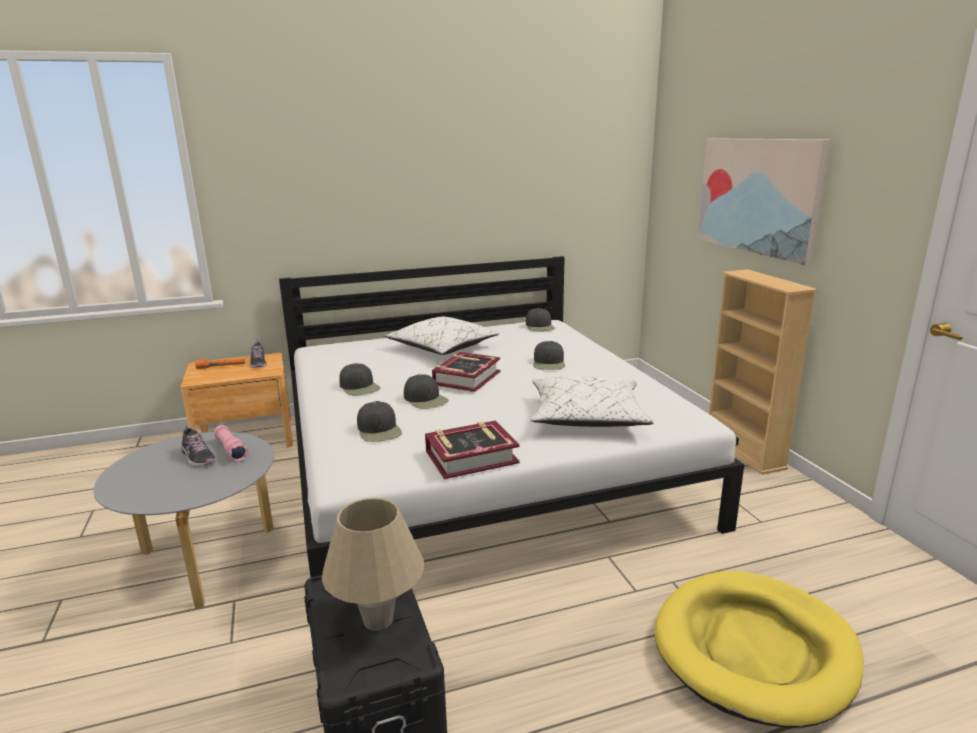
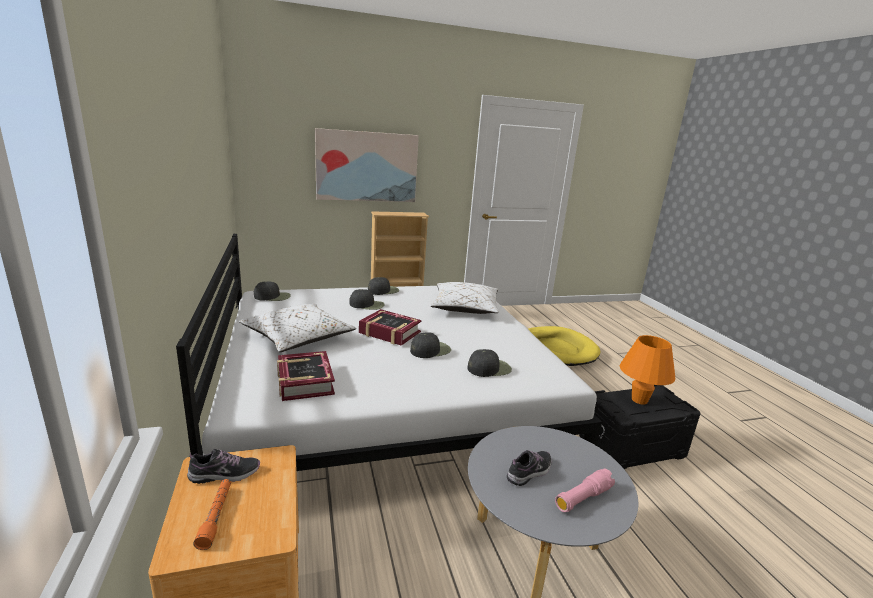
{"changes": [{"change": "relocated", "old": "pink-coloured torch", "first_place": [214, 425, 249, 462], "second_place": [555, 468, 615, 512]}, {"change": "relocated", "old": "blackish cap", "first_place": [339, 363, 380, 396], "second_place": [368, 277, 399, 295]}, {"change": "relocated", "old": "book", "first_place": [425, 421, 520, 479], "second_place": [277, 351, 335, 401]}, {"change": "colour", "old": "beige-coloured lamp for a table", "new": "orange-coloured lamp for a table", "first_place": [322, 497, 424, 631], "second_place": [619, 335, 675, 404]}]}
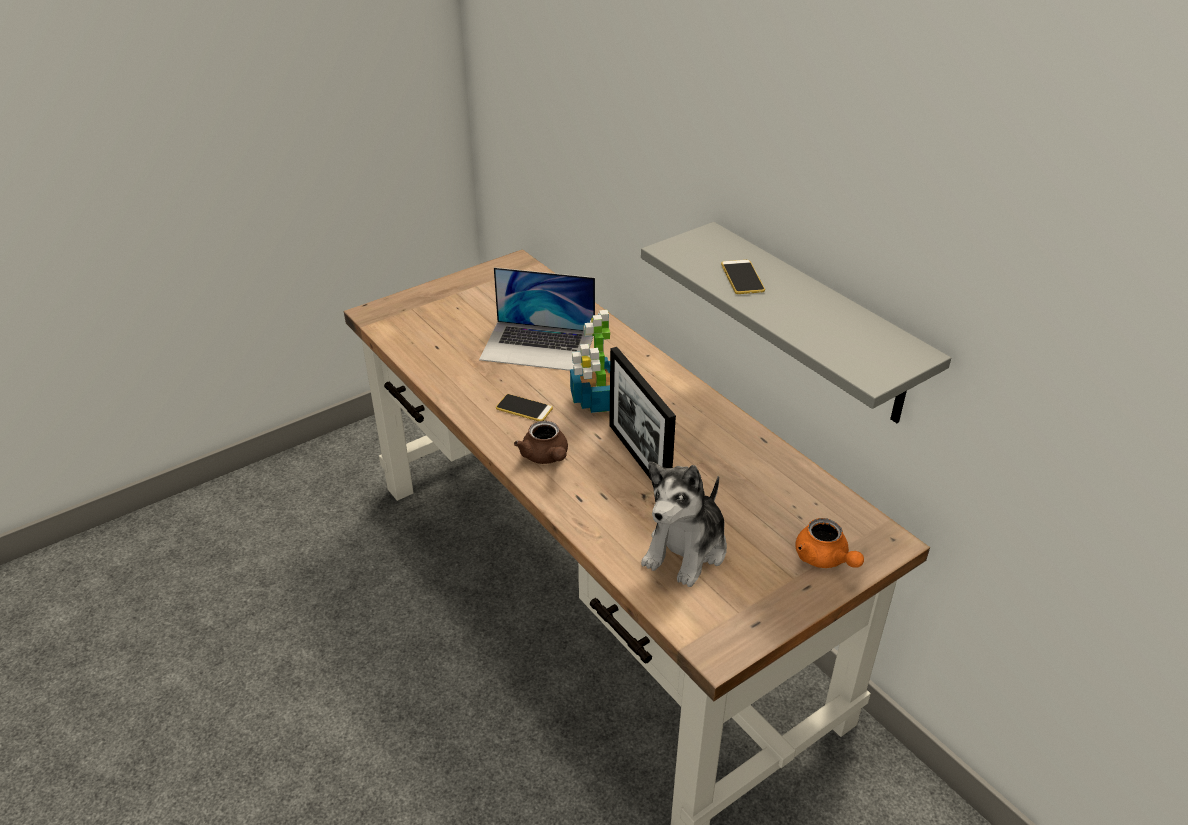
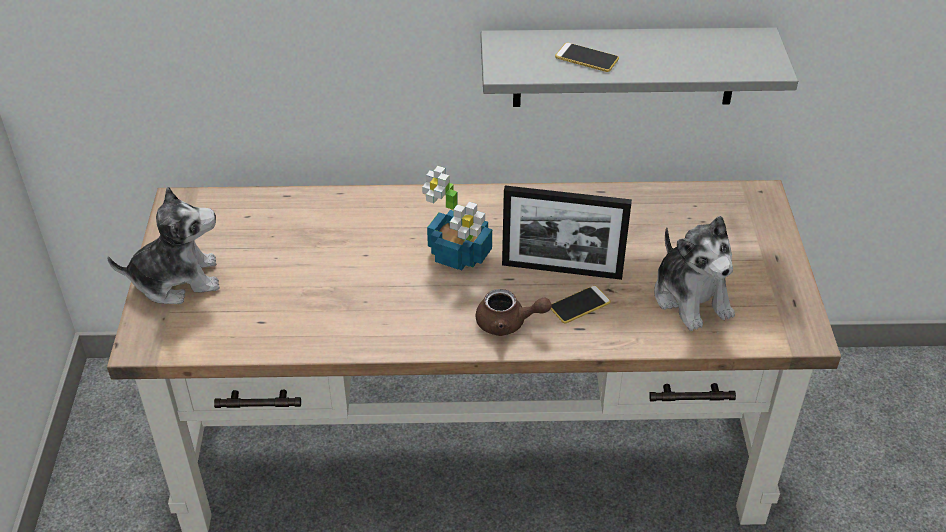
{"changes": [{"change": "missing", "old": "portable computer", "first_place": [479, 267, 595, 371]}, {"change": "missing", "old": "orange-coloured teapot", "first_place": [795, 518, 864, 568]}, {"change": "appeared", "new": "plush toy", "second_place": [107, 187, 220, 304]}, {"change": "relocated", "old": "handset", "first_place": [496, 394, 553, 421], "second_place": [551, 285, 611, 323]}]}
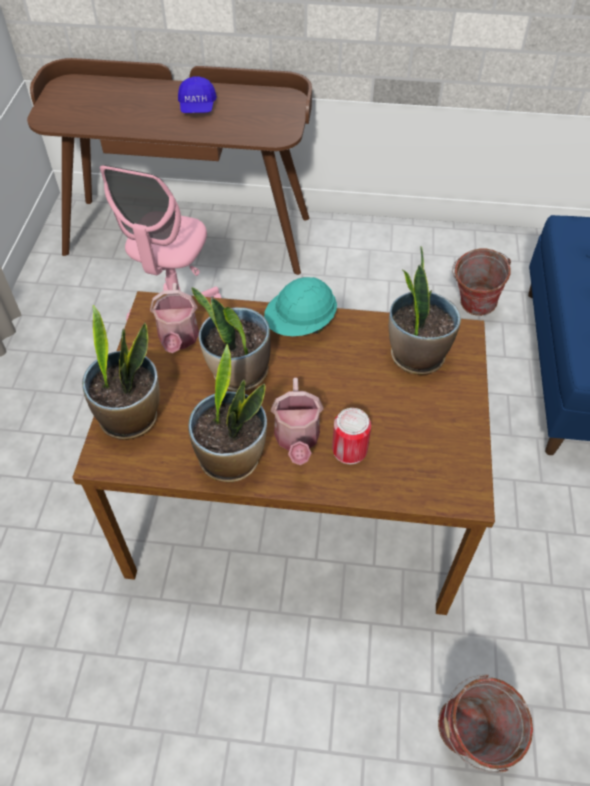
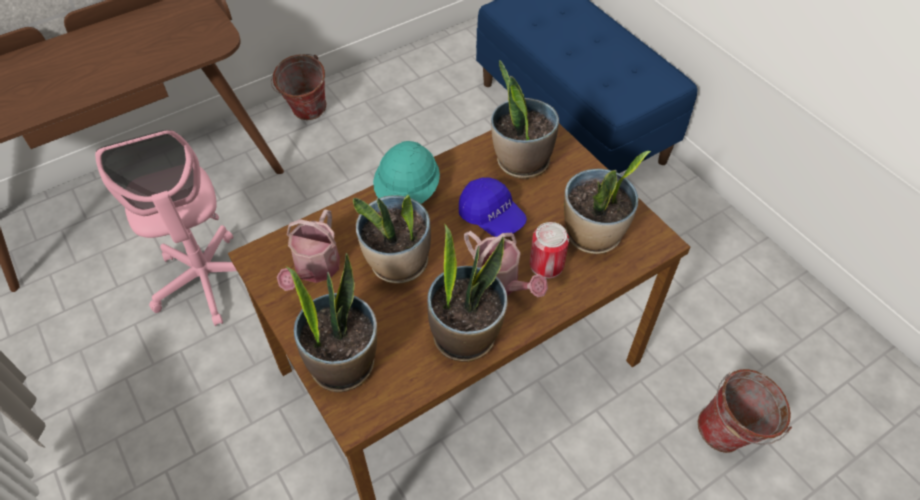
{"changes": [{"change": "appeared", "new": "potted plant", "second_place": [564, 151, 651, 254]}, {"change": "relocated", "old": "blue cap", "first_place": [178, 76, 217, 113], "second_place": [459, 177, 527, 237]}, {"change": "relocated", "old": "pail", "first_place": [452, 249, 511, 316], "second_place": [271, 54, 326, 120]}, {"change": "spun", "old": "watering pot", "first_place": [150, 283, 199, 353], "second_place": [277, 209, 340, 291], "degrees": 60}]}
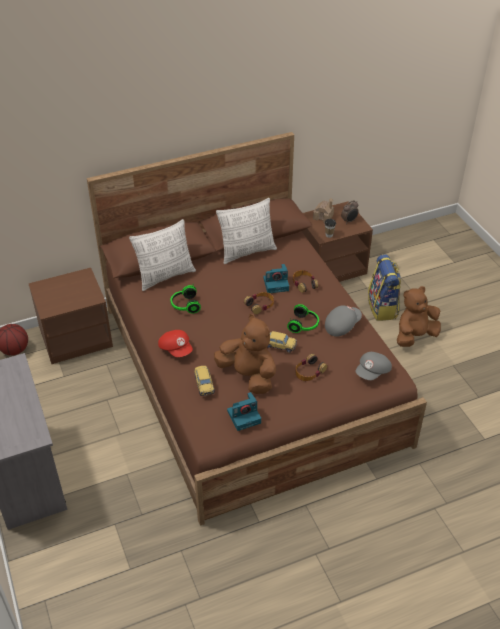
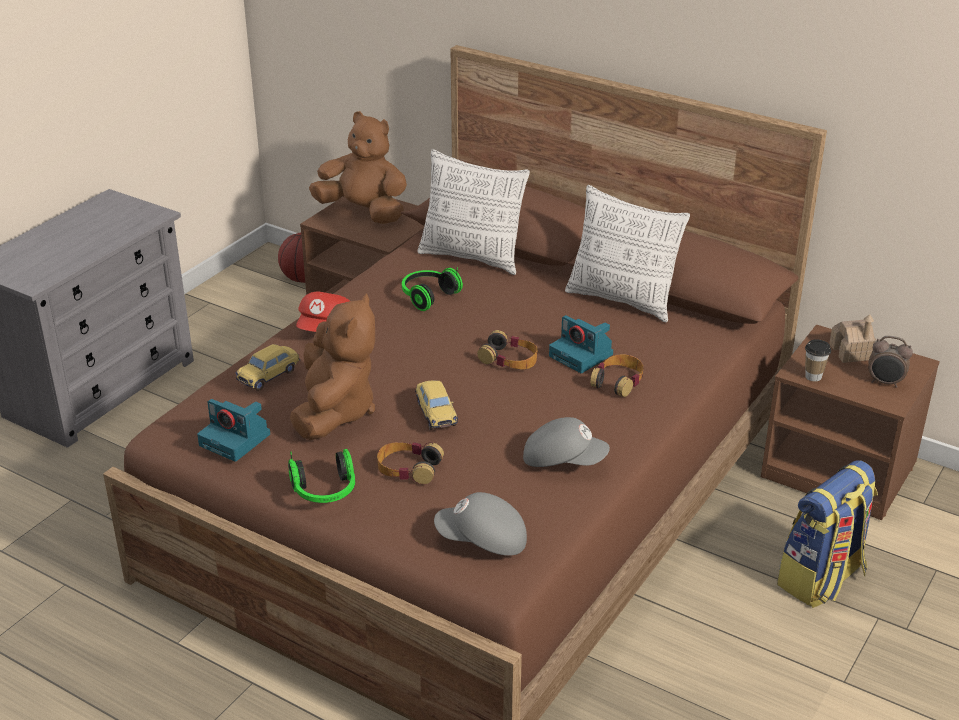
{"changes": [{"change": "relocated", "old": "headset", "first_place": [287, 304, 319, 333], "second_place": [288, 449, 355, 503]}, {"change": "relocated", "old": "brown plush toy", "first_place": [397, 286, 441, 347], "second_place": [309, 111, 407, 224]}]}
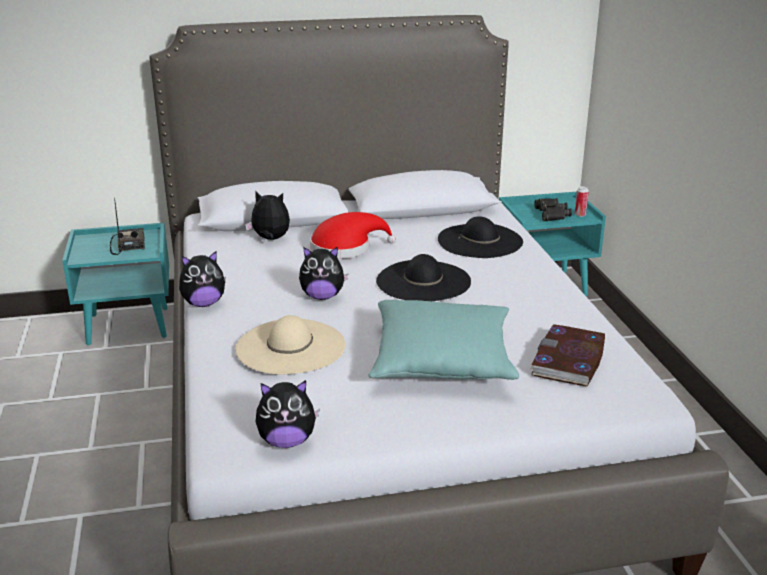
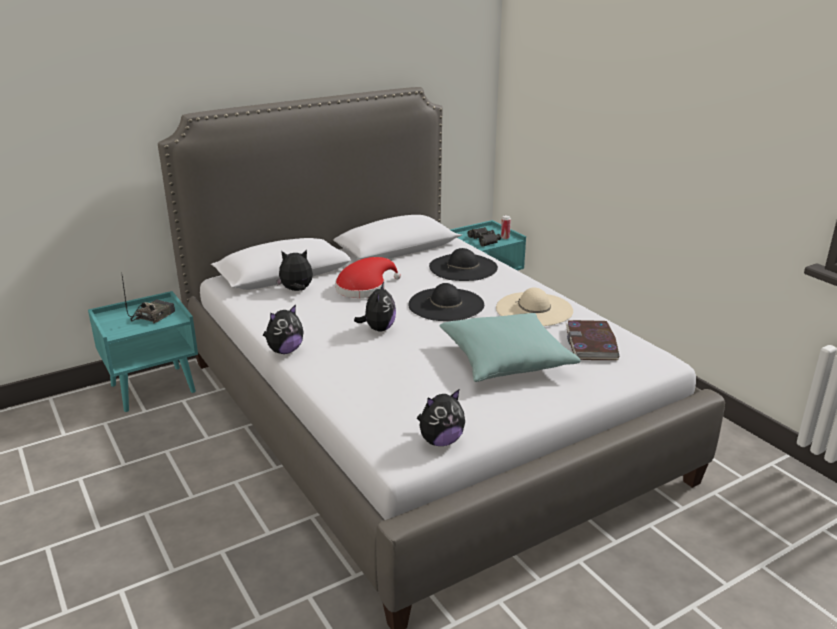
{"changes": [{"change": "relocated", "old": "beige-coloured clothing hat", "first_place": [235, 315, 345, 374], "second_place": [496, 287, 573, 326]}, {"change": "spun", "old": "radio receiver", "first_place": [110, 198, 145, 255], "second_place": [121, 272, 175, 323], "degrees": 60}, {"change": "spun", "old": "plush toy", "first_place": [299, 247, 348, 300], "second_place": [354, 282, 396, 332], "degrees": -60}]}
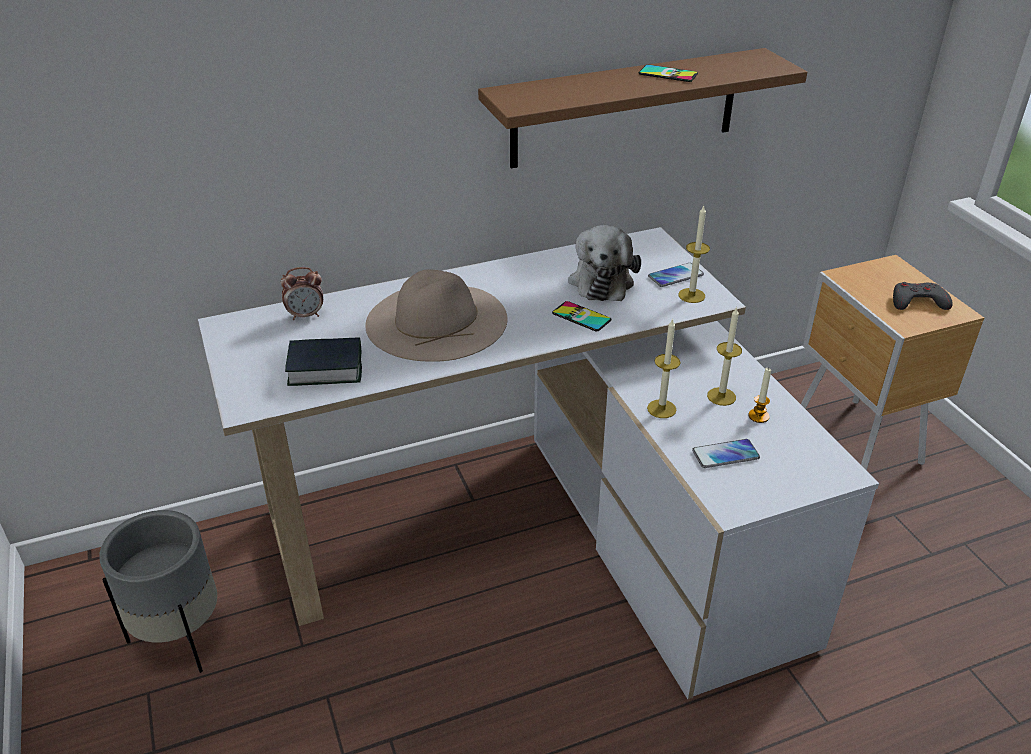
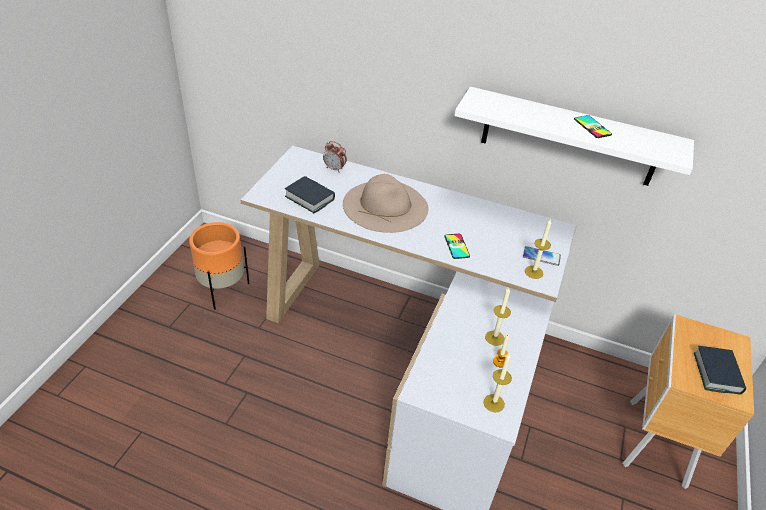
{"changes": [{"change": "missing", "old": "plush toy", "first_place": [568, 225, 641, 301]}, {"change": "missing", "old": "handset", "first_place": [692, 439, 760, 468]}, {"change": "relocated", "old": "wax light", "first_place": [647, 318, 680, 418], "second_place": [483, 353, 512, 412]}, {"change": "exchanged", "old": "gray gamepad", "new": "book", "first_place": [893, 282, 953, 310], "second_place": [694, 346, 746, 395]}, {"change": "colour", "old": "gray planter", "new": "orange-coloured planter", "first_place": [99, 510, 217, 673], "second_place": [189, 222, 250, 310]}, {"change": "colour", "old": "brown wall shelf", "new": "white-coloured wall shelf", "first_place": [478, 48, 807, 168], "second_place": [454, 87, 694, 186]}]}
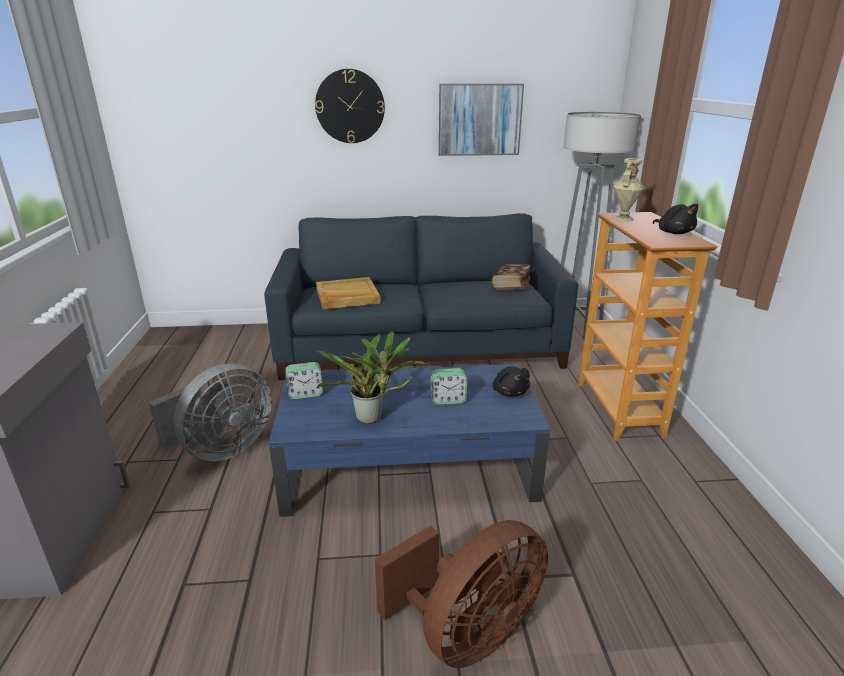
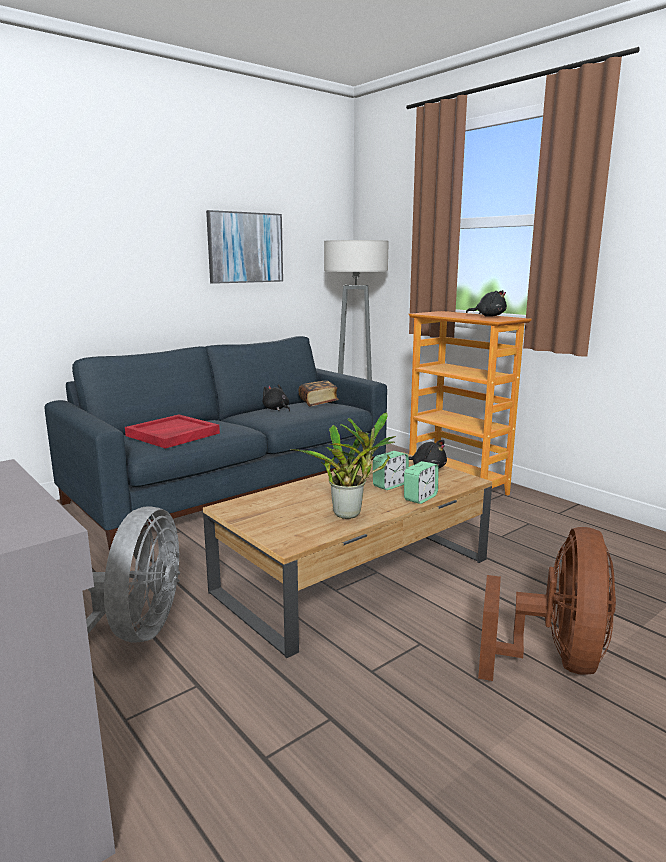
{"changes": [{"change": "missing", "old": "clock on the wall", "first_place": [315, 69, 385, 143]}, {"change": "missing", "old": "beige-coloured decorative vase", "first_place": [613, 158, 645, 222]}, {"change": "appeared", "new": "blackish plush toy", "second_place": [262, 384, 290, 411]}, {"change": "relocated", "old": "alarm clock", "first_place": [285, 362, 323, 399], "second_place": [404, 461, 439, 504]}, {"change": "colour", "old": "blue coffee table", "new": "brown coffee table", "first_place": [269, 364, 550, 517], "second_place": [203, 452, 492, 659]}, {"change": "colour", "old": "beige-coloured carrying tray", "new": "red carrying tray", "first_place": [316, 277, 381, 309], "second_place": [125, 415, 220, 449]}]}
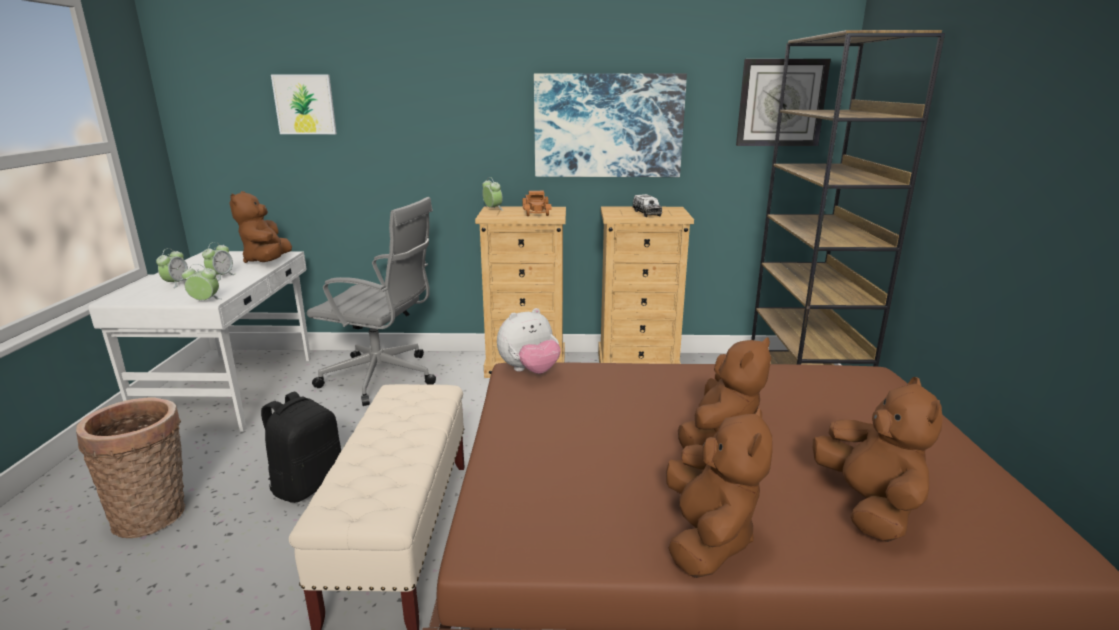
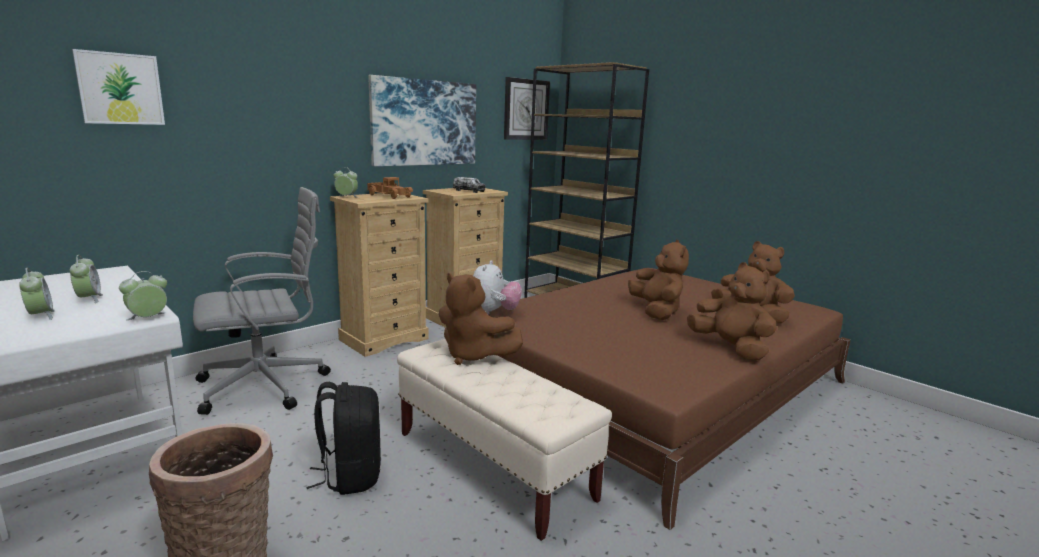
{"changes": [{"change": "relocated", "old": "brown plush toy", "first_place": [230, 191, 292, 263], "second_place": [439, 273, 523, 365]}]}
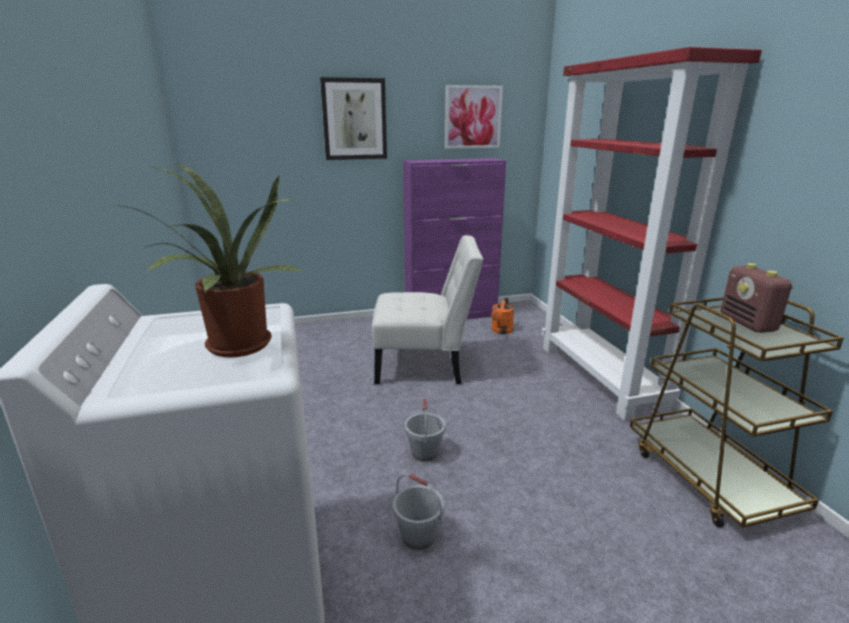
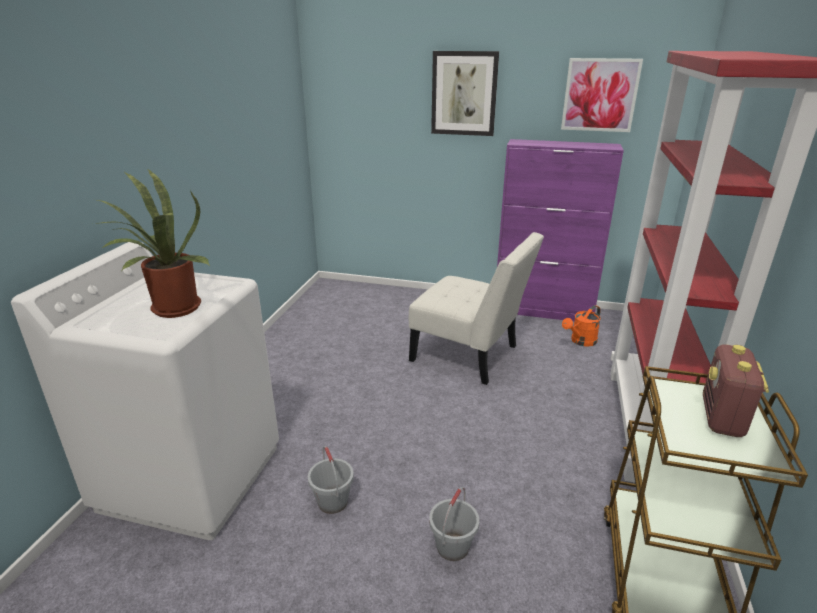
{"changes": [{"change": "relocated", "old": "gray pail", "first_place": [404, 398, 446, 462], "second_place": [429, 487, 479, 561]}]}
